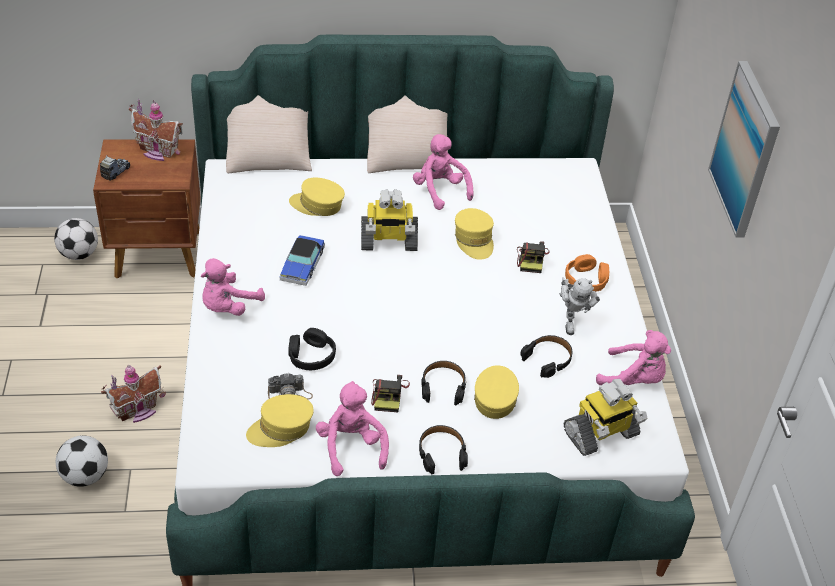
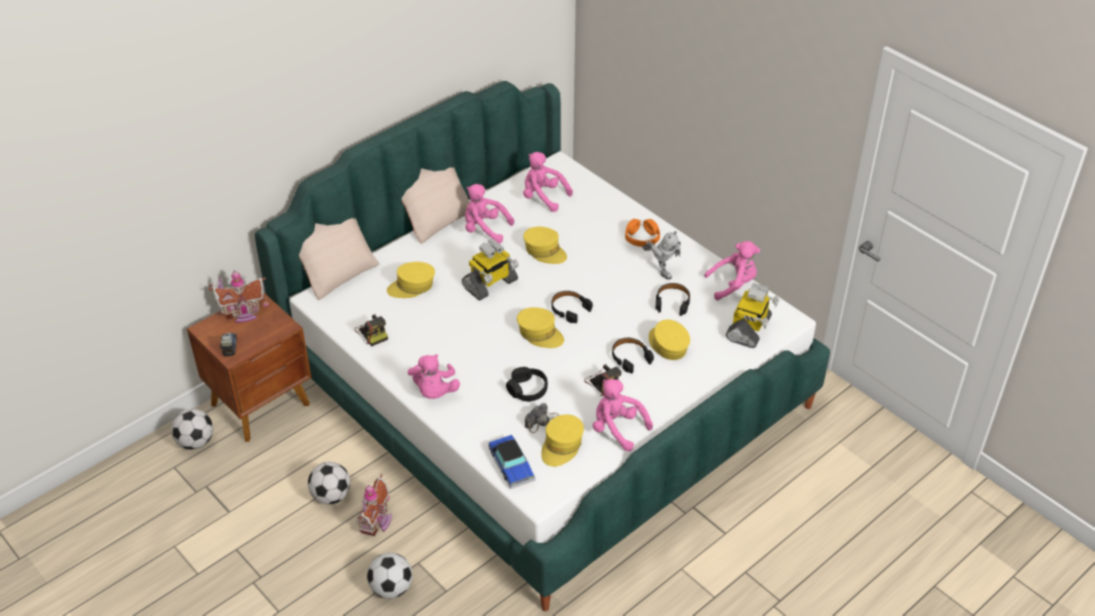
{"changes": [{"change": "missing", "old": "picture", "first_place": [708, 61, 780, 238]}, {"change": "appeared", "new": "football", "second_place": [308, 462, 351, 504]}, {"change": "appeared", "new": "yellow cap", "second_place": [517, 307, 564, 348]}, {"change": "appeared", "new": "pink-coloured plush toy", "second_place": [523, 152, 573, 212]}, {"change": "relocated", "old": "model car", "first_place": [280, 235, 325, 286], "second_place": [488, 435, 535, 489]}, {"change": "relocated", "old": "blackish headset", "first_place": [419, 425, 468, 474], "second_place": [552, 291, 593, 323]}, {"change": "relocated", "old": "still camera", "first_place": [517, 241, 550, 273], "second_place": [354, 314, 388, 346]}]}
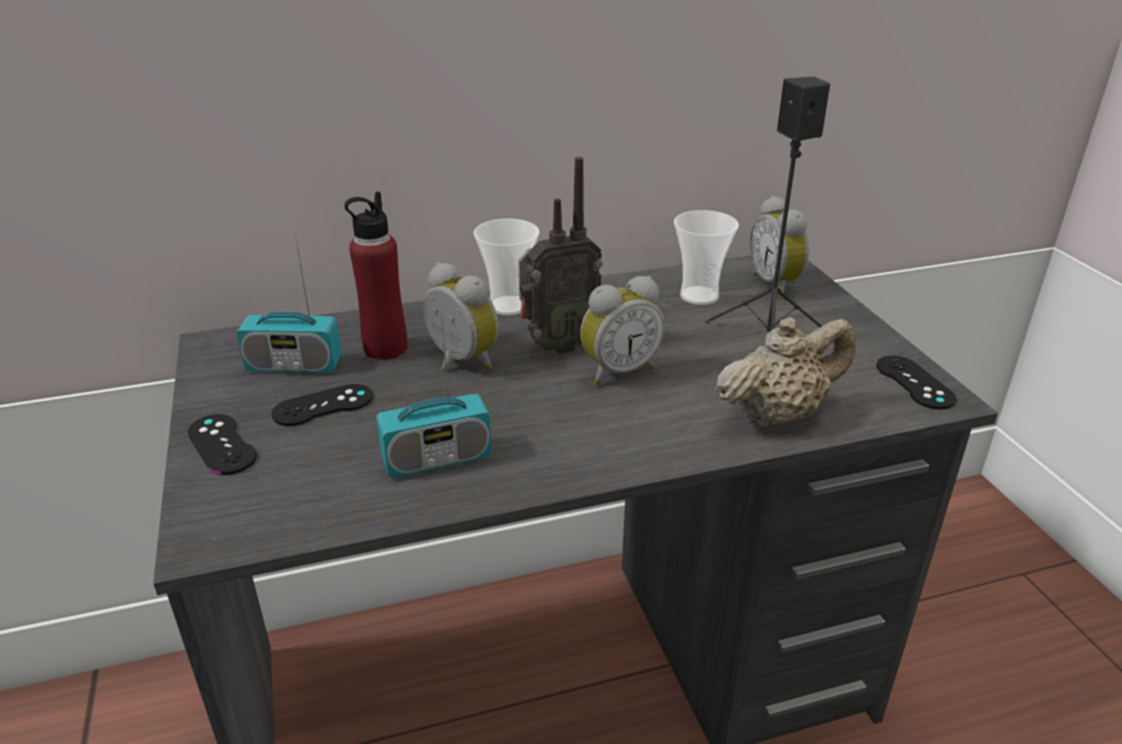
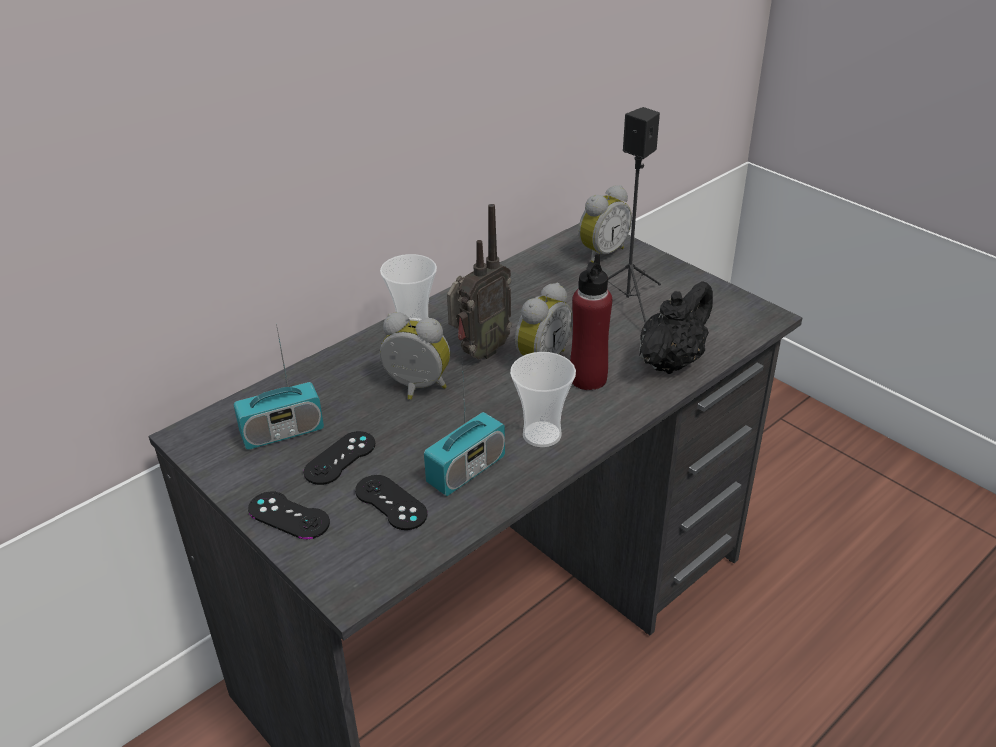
{"changes": [{"change": "relocated", "old": "red drink bottle", "first_place": [344, 192, 407, 360], "second_place": [570, 253, 612, 390]}, {"change": "relocated", "old": "drinking cup", "first_place": [674, 210, 739, 305], "second_place": [510, 352, 576, 447]}, {"change": "relocated", "old": "blackish gamepad", "first_place": [876, 356, 956, 409], "second_place": [355, 475, 428, 530]}, {"change": "colour", "old": "beige-coloured teapot", "new": "blackish teapot", "first_place": [715, 317, 855, 427], "second_place": [639, 281, 713, 374]}, {"change": "spun", "old": "alarm clock", "first_place": [750, 196, 809, 298], "second_place": [578, 185, 632, 263], "degrees": -90}]}
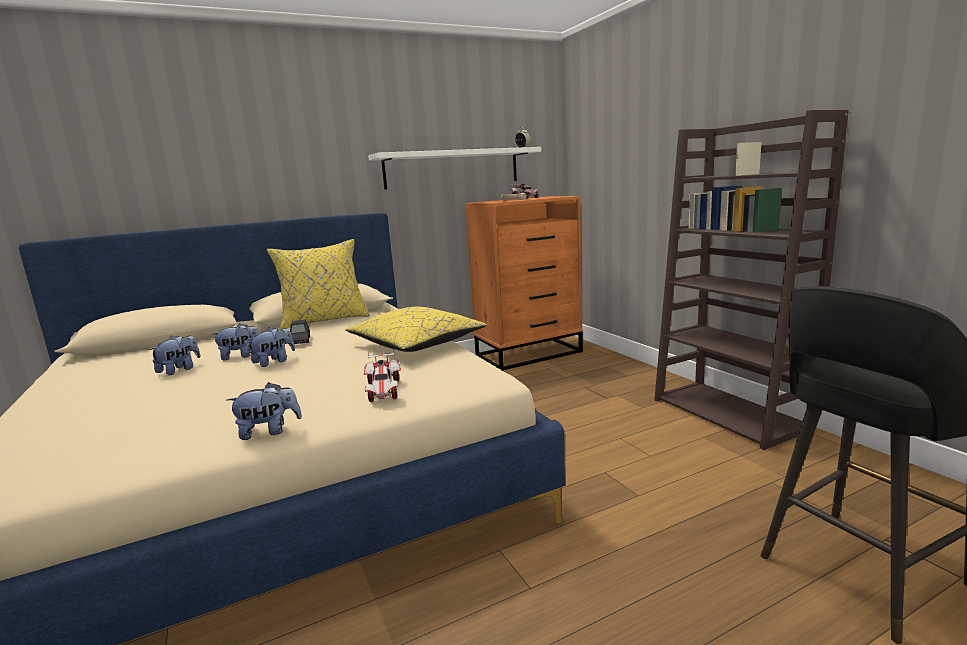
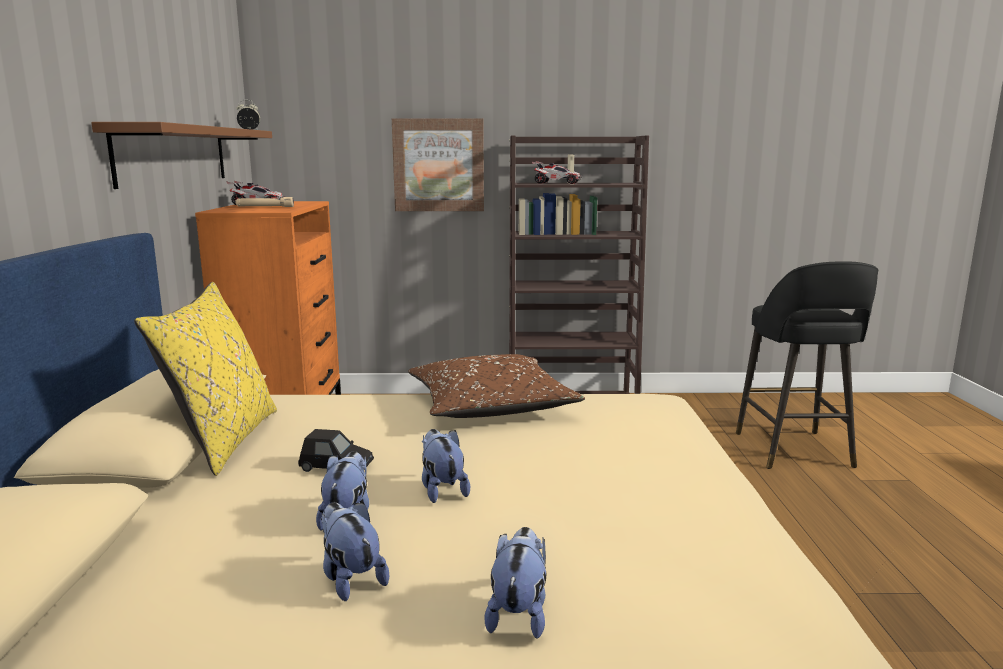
{"changes": [{"change": "appeared", "new": "picture", "second_place": [392, 119, 484, 211]}, {"change": "relocated", "old": "plush toy", "first_place": [226, 382, 302, 440], "second_place": [484, 527, 546, 638]}, {"change": "relocated", "old": "model car", "first_place": [364, 349, 401, 402], "second_place": [531, 161, 582, 184]}, {"change": "colour", "old": "yellow cushion", "new": "brown cushion", "first_place": [345, 307, 487, 352], "second_place": [408, 354, 585, 418]}, {"change": "colour", "old": "white-coloured wall shelf", "new": "brown wall shelf", "first_place": [368, 147, 541, 190], "second_place": [91, 122, 272, 189]}]}
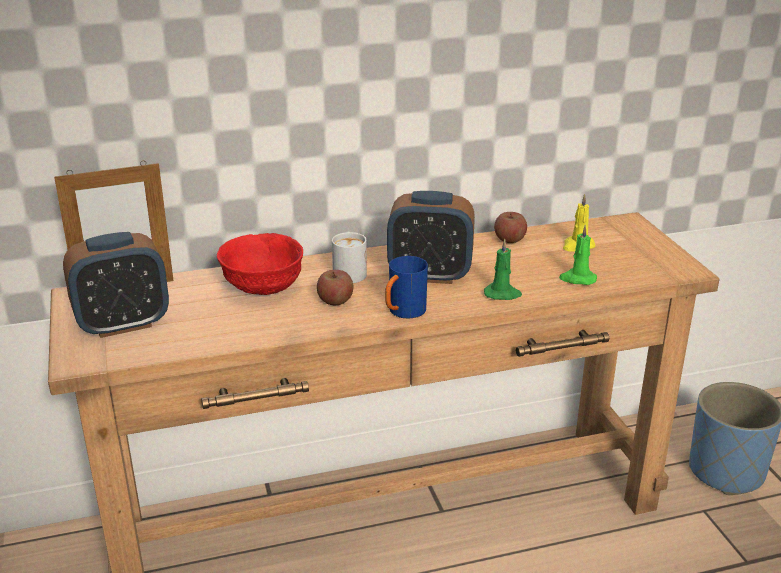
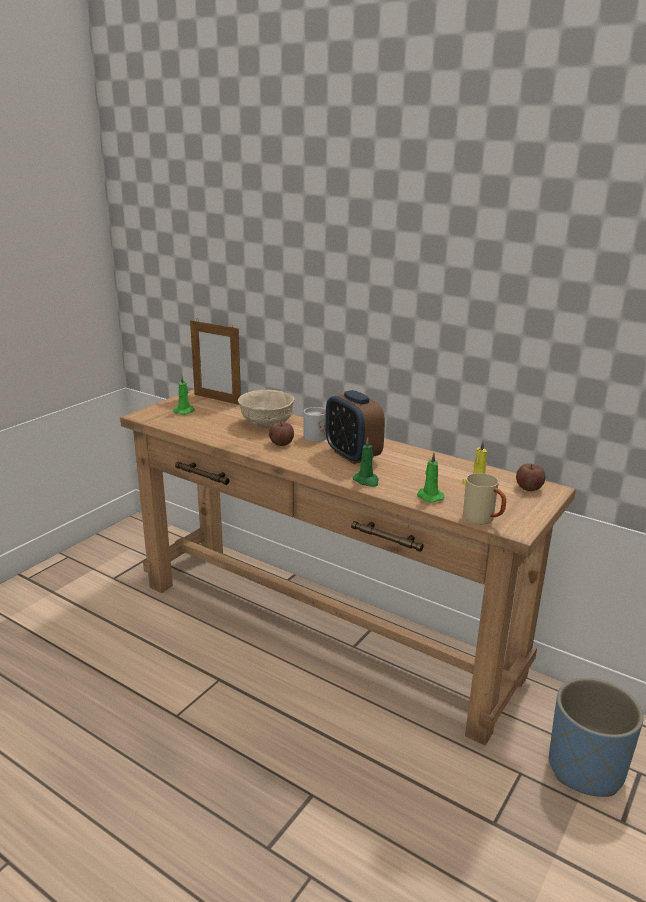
{"changes": [{"change": "missing", "old": "blue tea mug", "first_place": [385, 256, 428, 318]}, {"change": "appeared", "new": "beige-coloured tea mug", "second_place": [463, 473, 506, 524]}, {"change": "relocated", "old": "apple", "first_place": [494, 212, 527, 243], "second_place": [516, 464, 545, 491]}, {"change": "exchanged", "old": "alarm clock", "new": "greenish wax light", "first_place": [63, 232, 169, 338], "second_place": [173, 376, 195, 415]}, {"change": "colour", "old": "red deep dish", "new": "beige-coloured deep dish", "first_place": [217, 233, 303, 295], "second_place": [238, 390, 295, 428]}]}
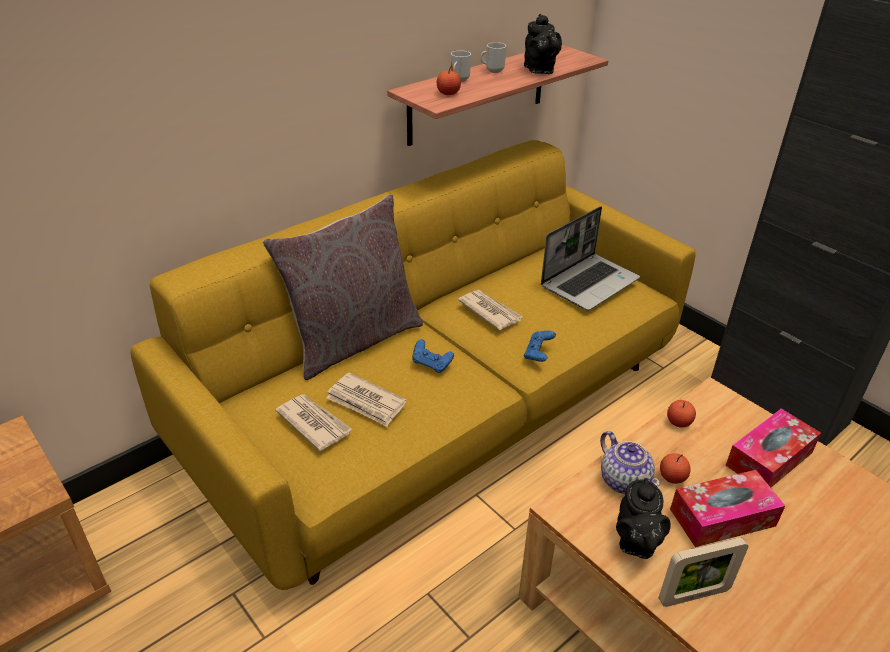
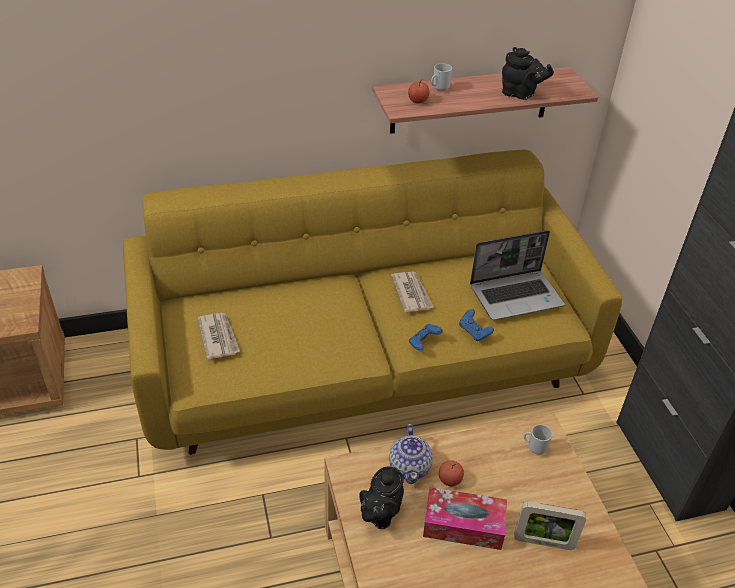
{"changes": [{"change": "missing", "old": "gray cushion", "first_place": [263, 194, 423, 380]}, {"change": "missing", "old": "newspaper", "first_place": [326, 372, 406, 427]}, {"change": "missing", "old": "apple", "first_place": [667, 400, 696, 428]}, {"change": "missing", "old": "box of tissues", "first_place": [726, 408, 821, 487]}, {"change": "relocated", "old": "blue gamepad", "first_place": [412, 339, 454, 373], "second_place": [459, 309, 494, 341]}, {"change": "relocated", "old": "tea mug", "first_place": [480, 42, 506, 73], "second_place": [524, 424, 553, 455]}, {"change": "relocated", "old": "standing frame", "first_place": [659, 537, 748, 607], "second_place": [514, 501, 586, 550]}, {"change": "spun", "old": "blackish teapot", "first_place": [524, 14, 562, 74], "second_place": [502, 47, 554, 100], "degrees": -75}]}
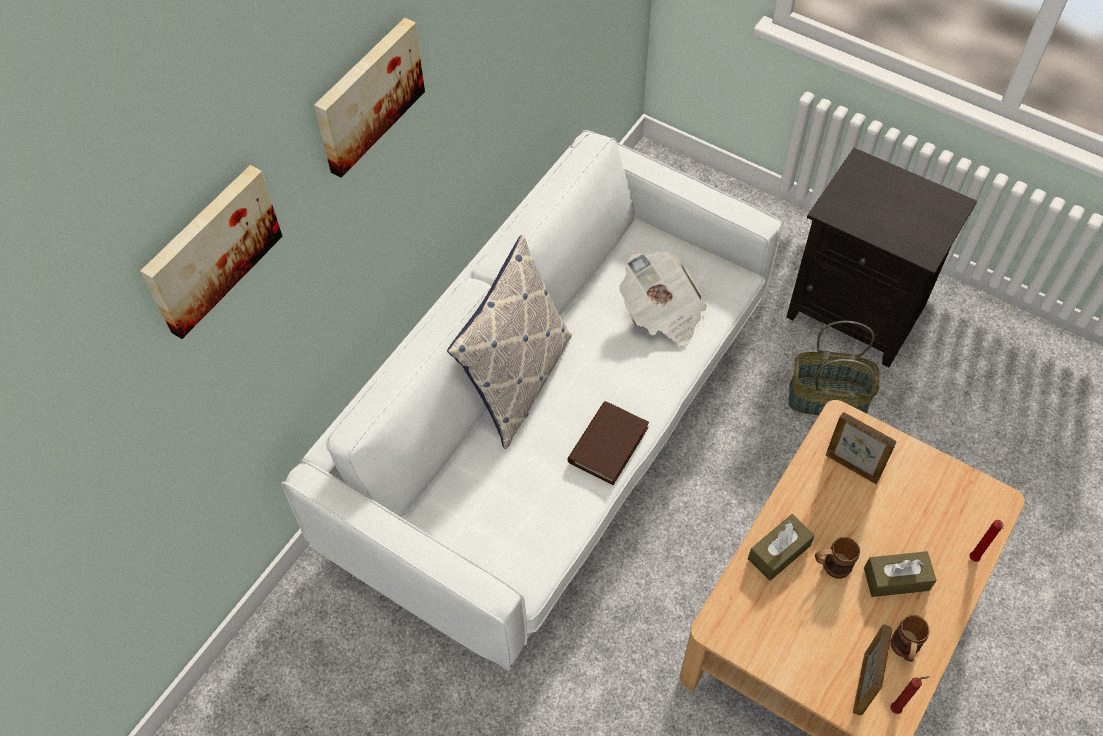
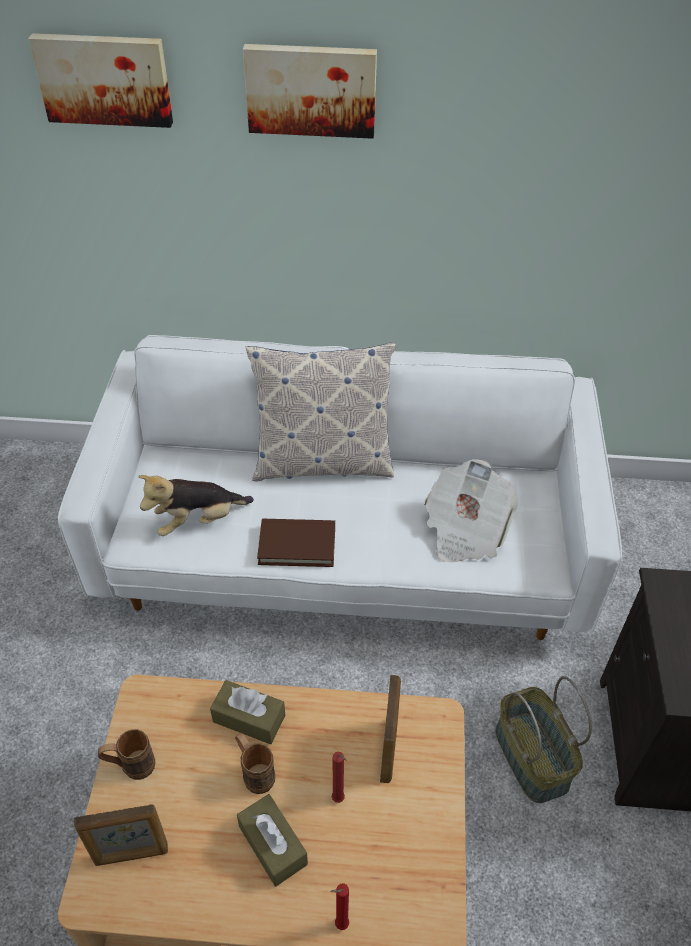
{"changes": [{"change": "appeared", "new": "plush toy", "second_place": [138, 475, 254, 536]}, {"change": "relocated", "old": "brown tea mug", "first_place": [891, 615, 930, 662], "second_place": [98, 729, 155, 780]}, {"change": "relocated", "old": "red wax light", "first_place": [891, 676, 930, 714], "second_place": [332, 752, 347, 803]}]}
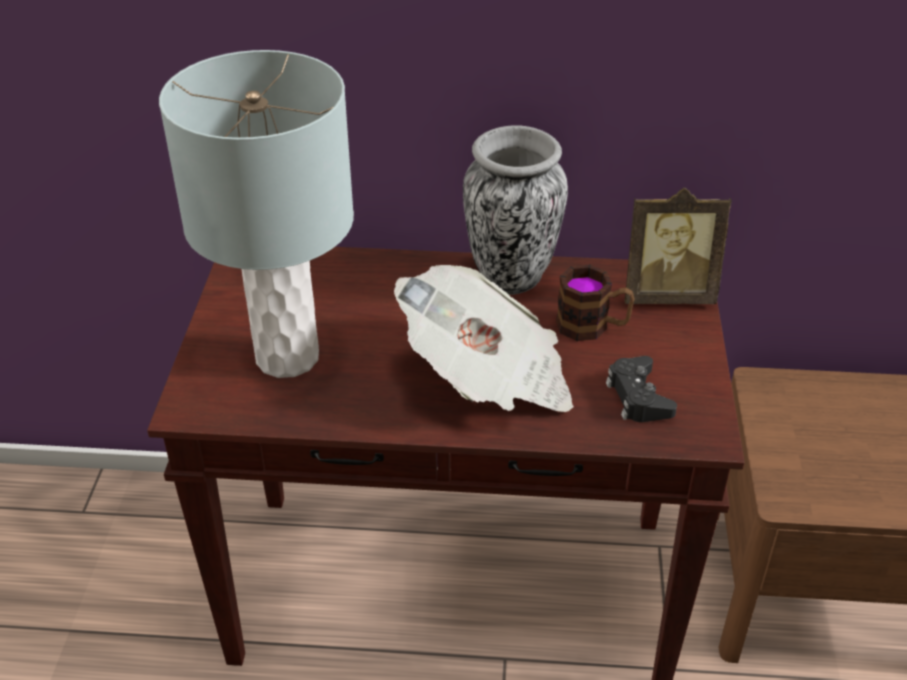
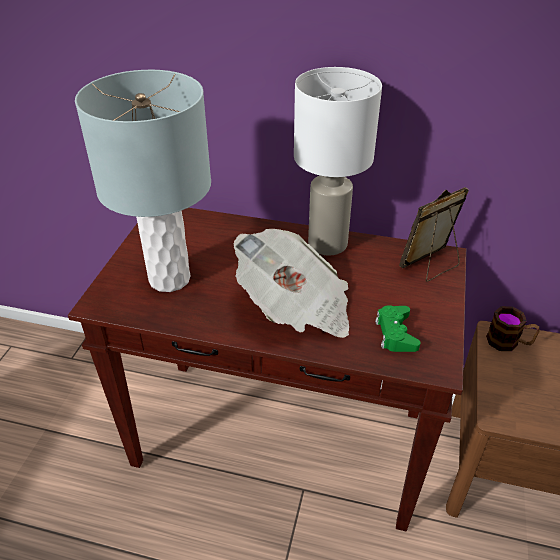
{"changes": [{"change": "relocated", "old": "tea mug", "first_place": [556, 265, 635, 341], "second_place": [486, 306, 540, 351]}, {"change": "exchanged", "old": "decorative vase", "new": "white-coloured lamp for a table", "first_place": [463, 125, 568, 295], "second_place": [294, 67, 382, 255]}, {"change": "colour", "old": "blackish gamepad", "new": "greenish gamepad", "first_place": [606, 356, 677, 422], "second_place": [375, 305, 421, 352]}, {"change": "spun", "old": "standing frame", "first_place": [625, 188, 732, 304], "second_place": [399, 187, 469, 282], "degrees": 135}]}
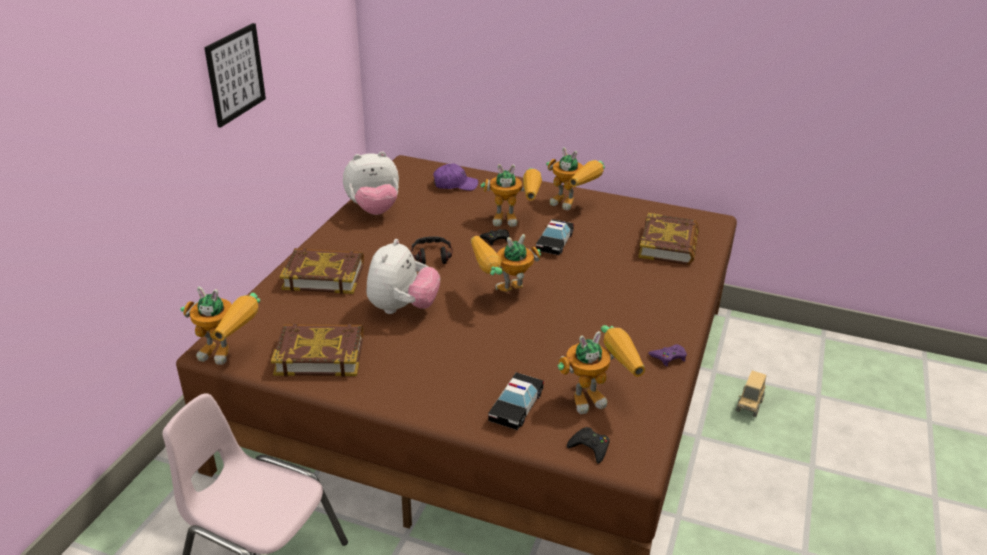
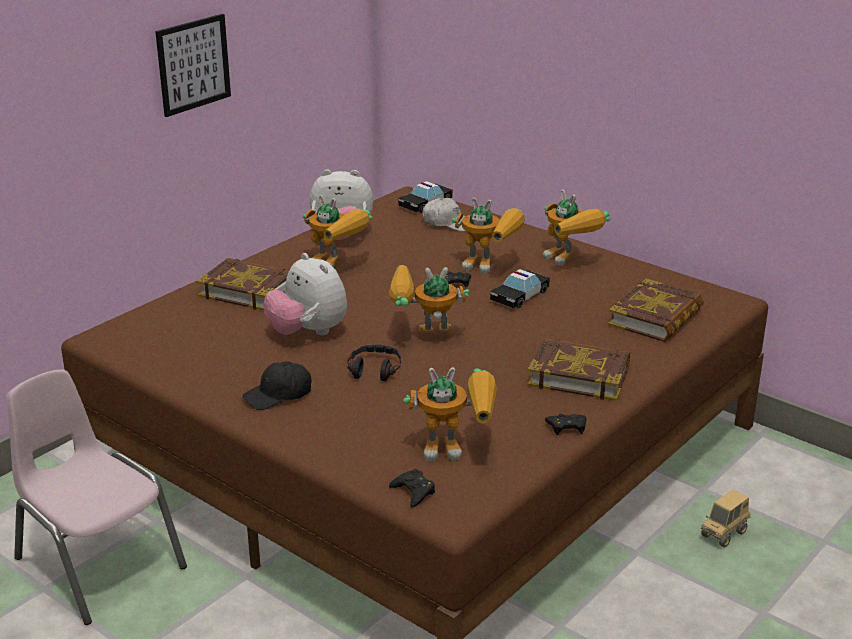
{"changes": [{"change": "appeared", "new": "blackish cap", "second_place": [243, 361, 312, 410]}, {"change": "relocated", "old": "toy robot", "first_place": [180, 287, 260, 365], "second_place": [303, 195, 372, 267]}, {"change": "relocated", "old": "book", "first_place": [271, 323, 363, 377], "second_place": [528, 338, 630, 401]}, {"change": "relocated", "old": "headset", "first_place": [411, 236, 453, 264], "second_place": [347, 344, 401, 381]}, {"change": "relocated", "old": "model car", "first_place": [488, 372, 544, 430], "second_place": [398, 181, 453, 213]}, {"change": "colour", "old": "purplish cap", "new": "white-coloured cap", "first_place": [433, 163, 478, 191], "second_place": [422, 198, 466, 231]}, {"change": "colour", "old": "purplish gamepad", "new": "blackish gamepad", "first_place": [648, 344, 687, 367], "second_place": [545, 413, 587, 435]}, {"change": "spun", "old": "plush toy", "first_place": [366, 239, 440, 314], "second_place": [264, 253, 347, 335], "degrees": 105}]}
